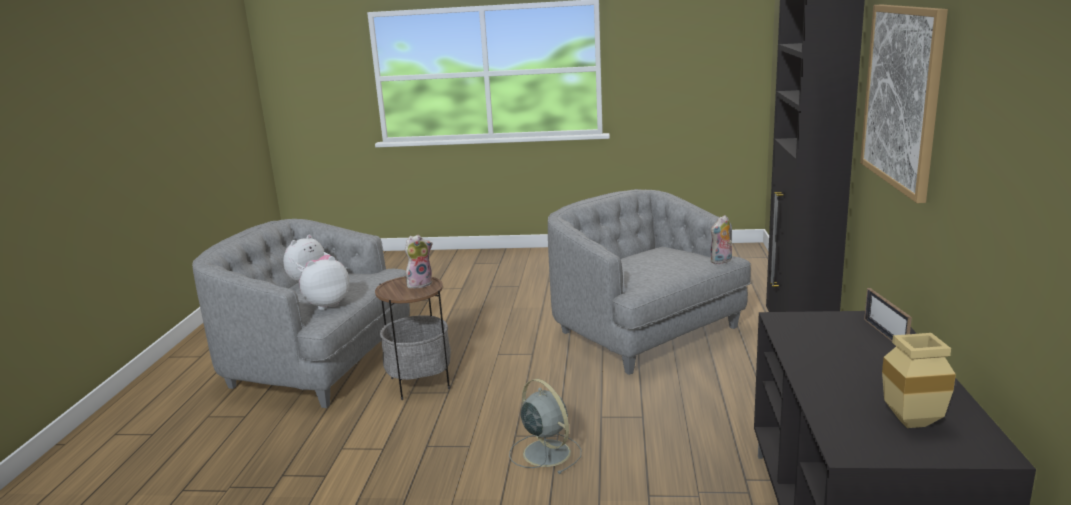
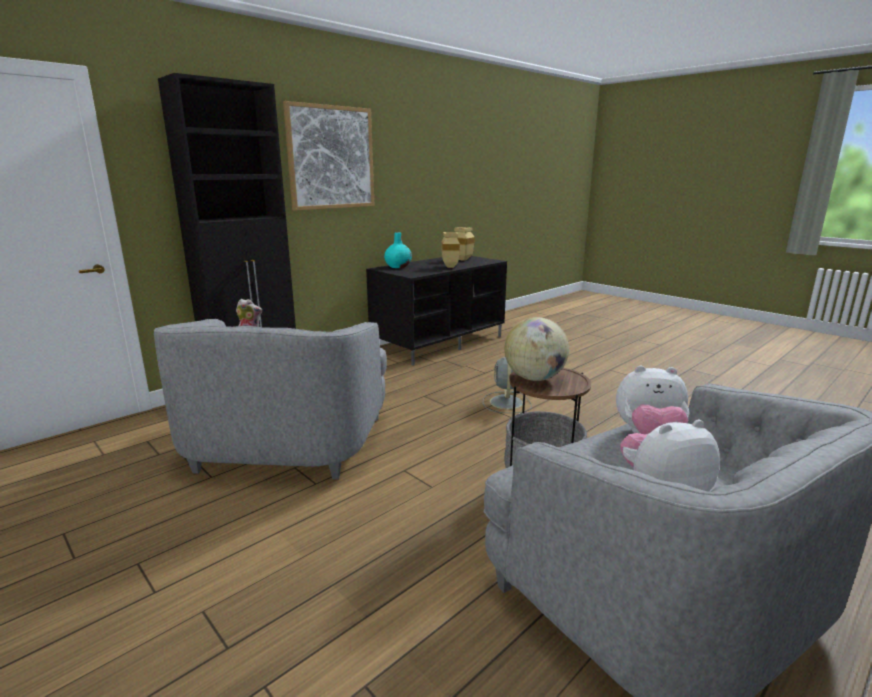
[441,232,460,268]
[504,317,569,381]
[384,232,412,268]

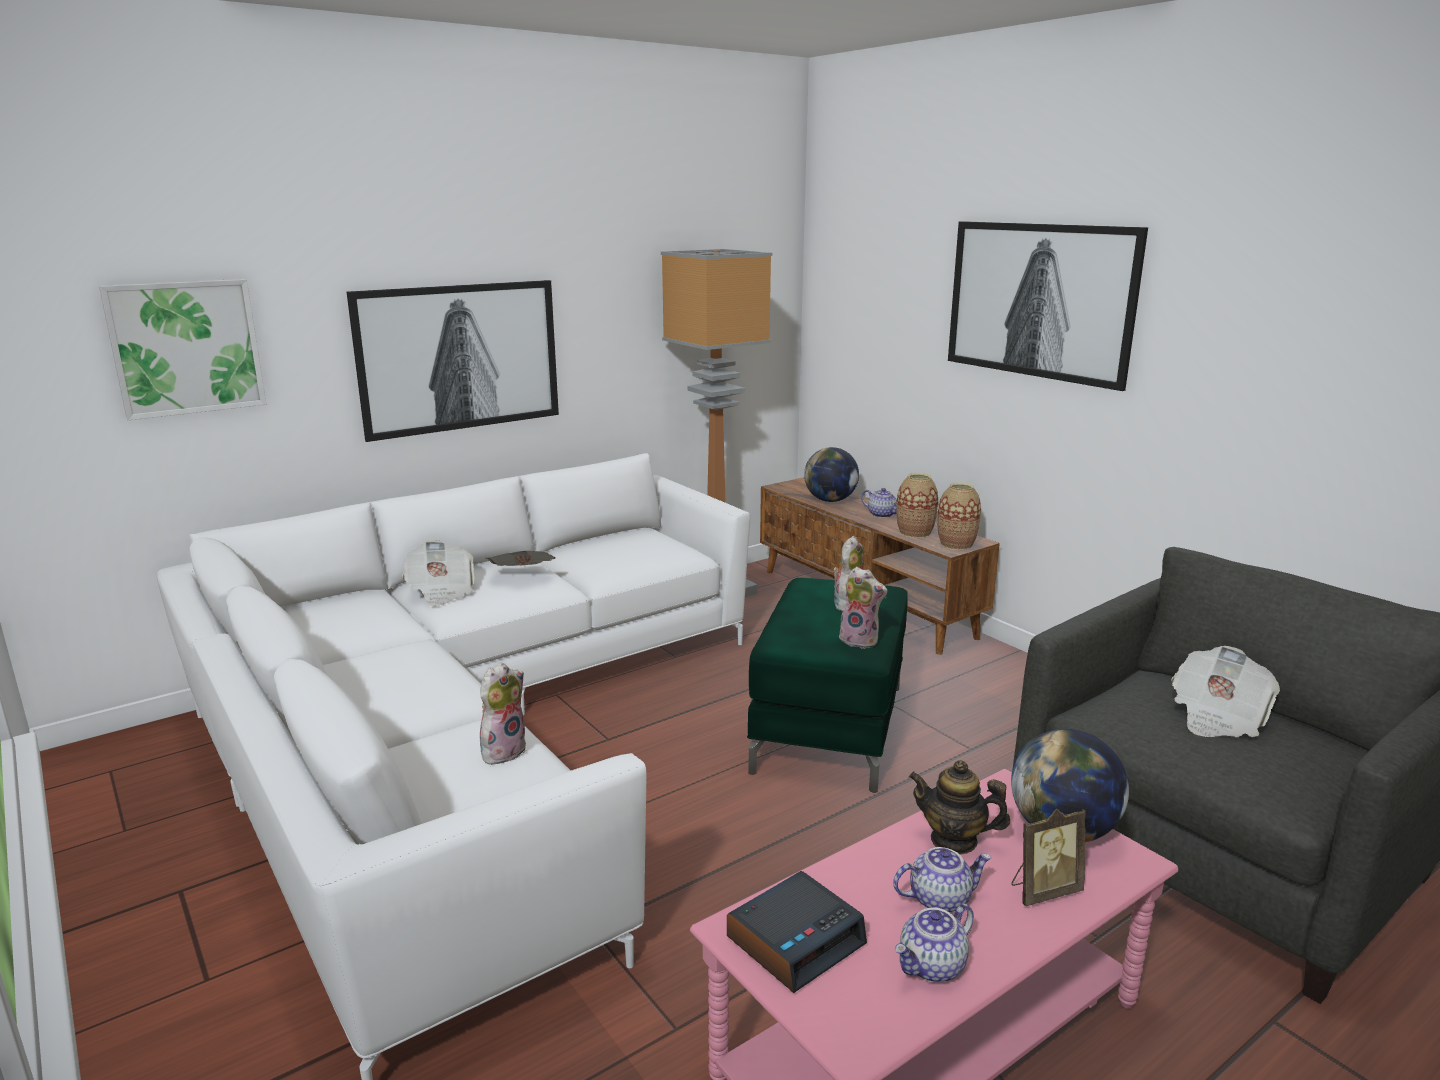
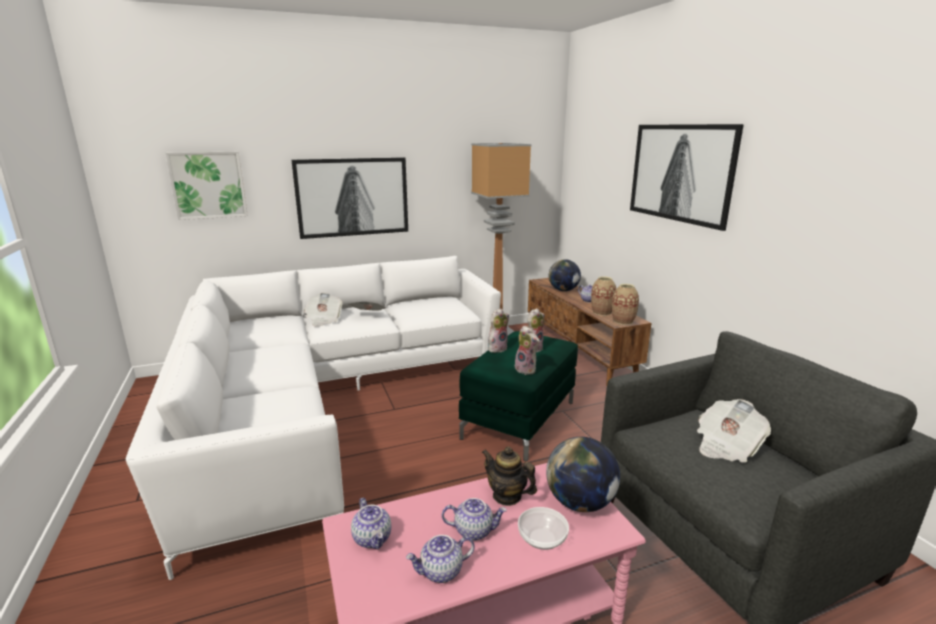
[488,308,509,353]
[351,498,391,549]
[518,507,569,550]

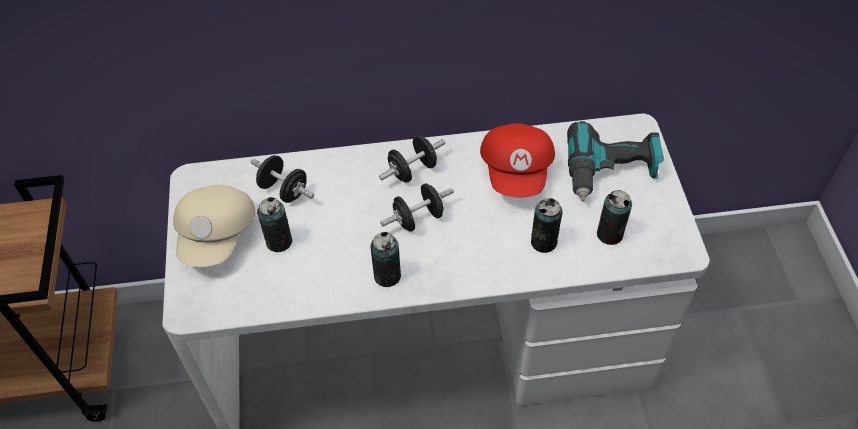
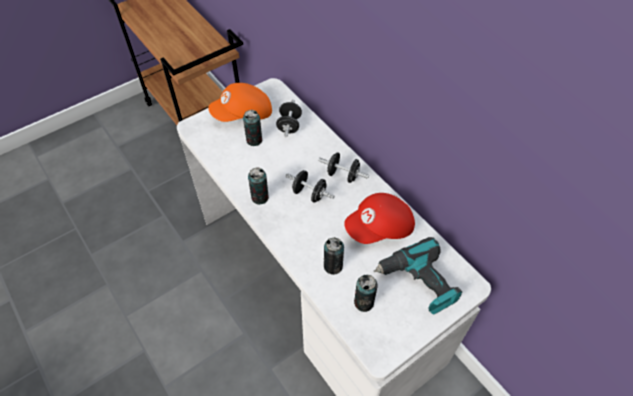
[208,83,272,122]

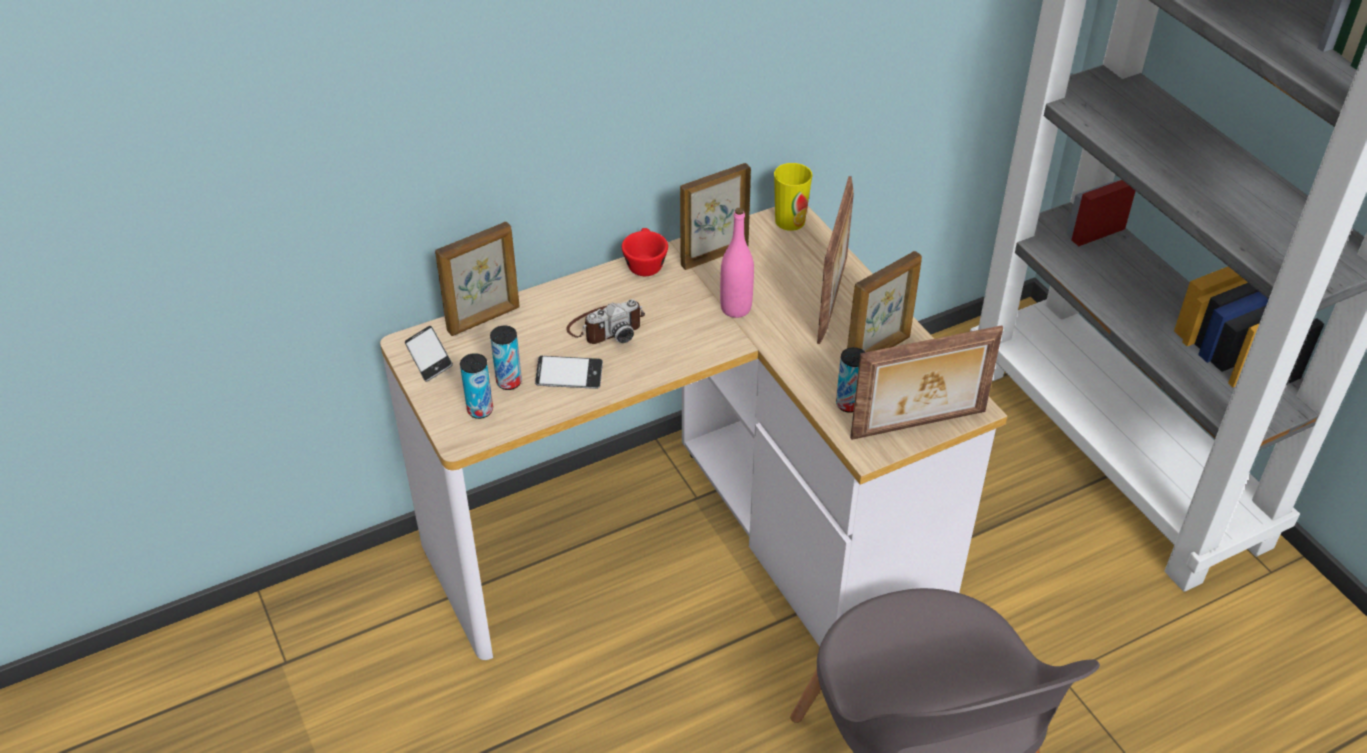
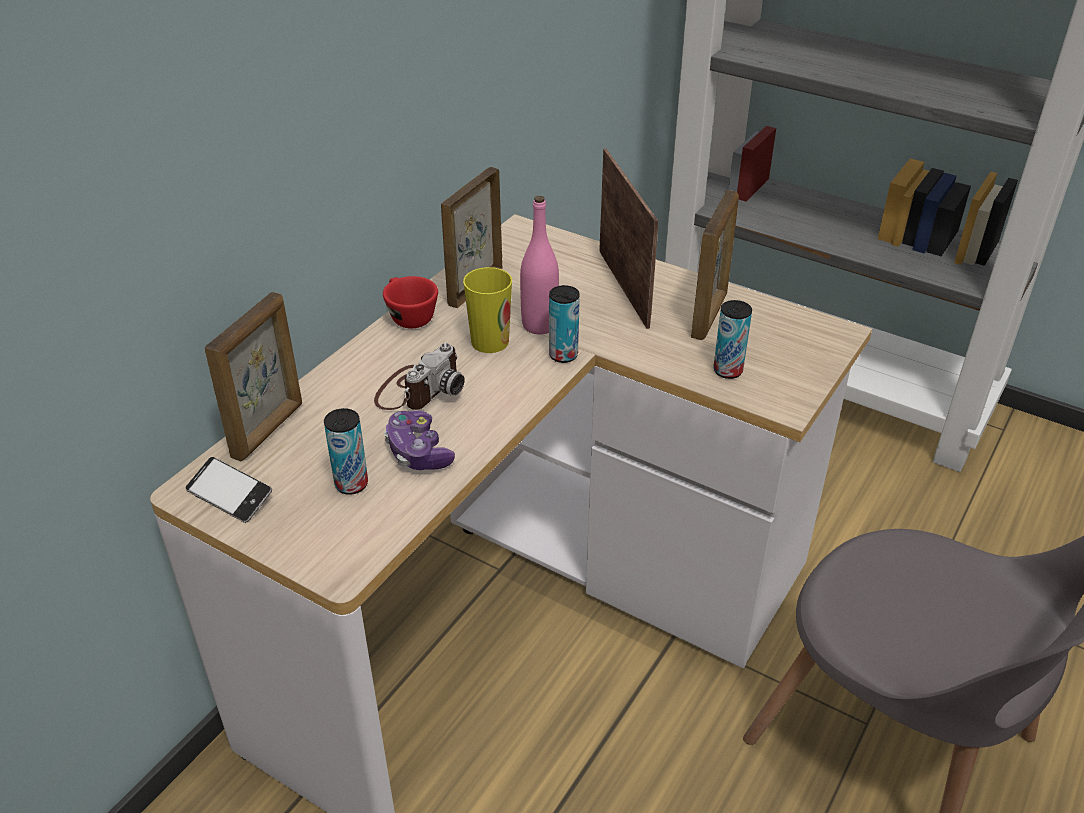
[850,325,1003,440] (first image)
[549,285,580,363]
[463,267,512,353]
[384,410,455,470]

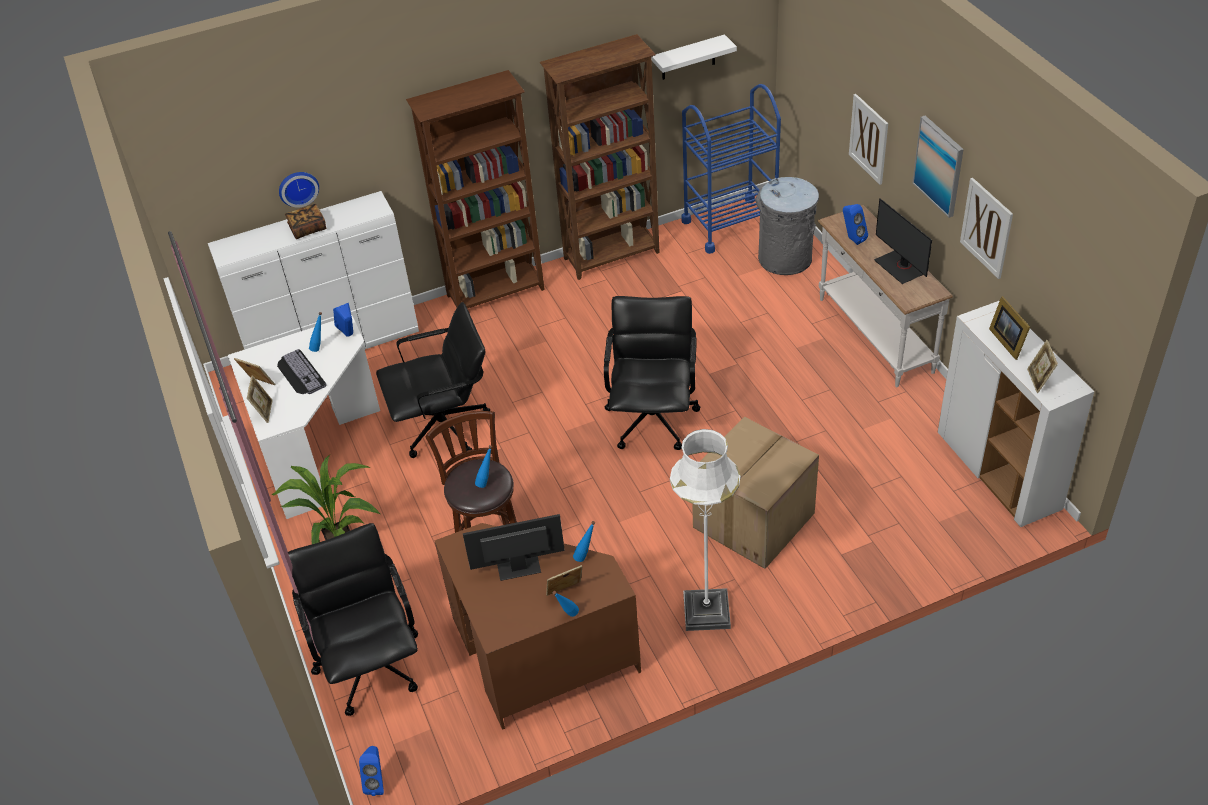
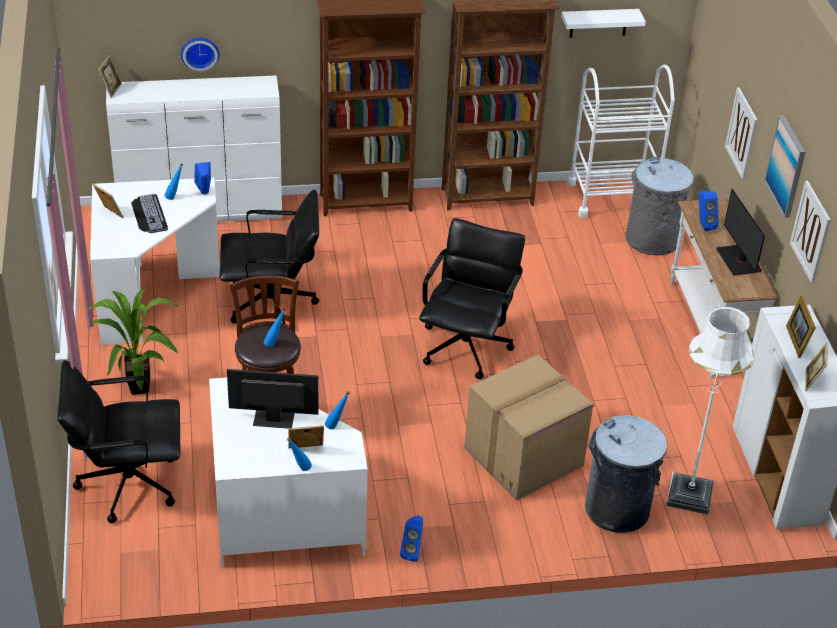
[285,204,327,239] (first image)
[585,415,667,533]
[98,55,122,98]
[400,516,423,562]
[666,306,754,515]
[209,378,368,568]
[567,64,675,218]
[58,360,181,523]

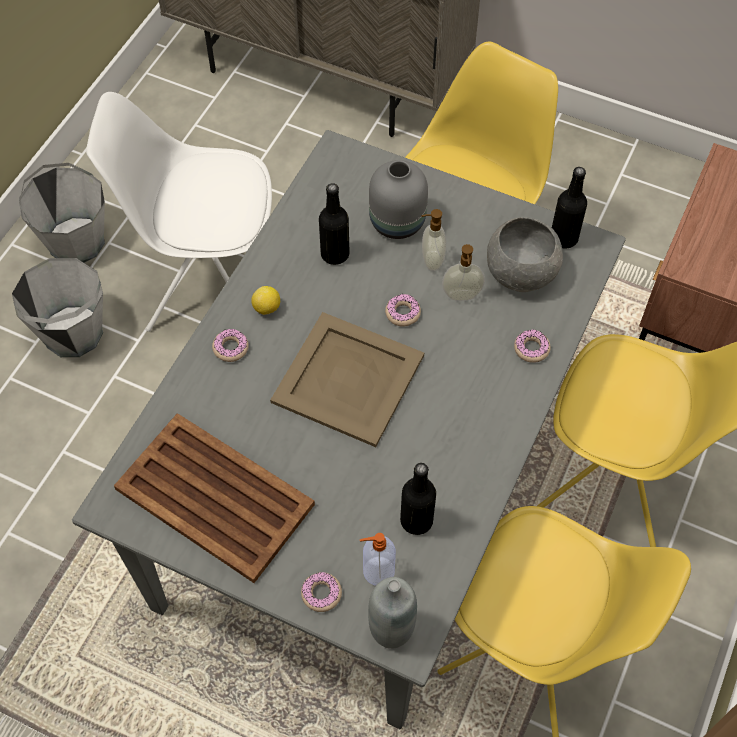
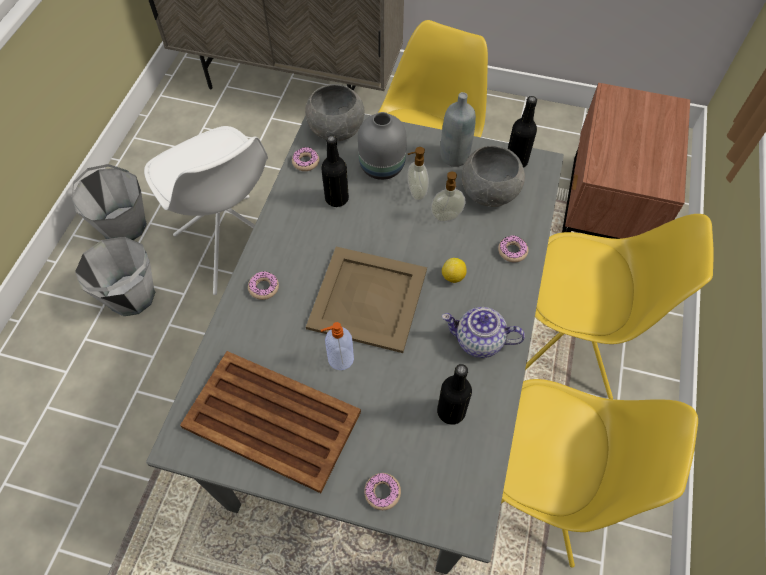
[305,84,364,141]
[442,307,525,358]
[442,258,467,283]
[321,322,354,370]
[440,92,476,167]
[292,147,319,171]
[144,126,268,295]

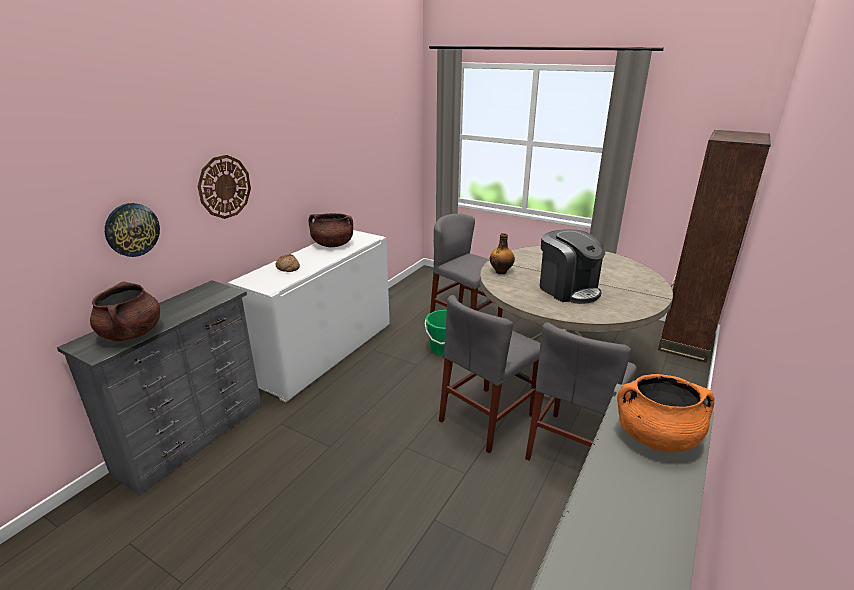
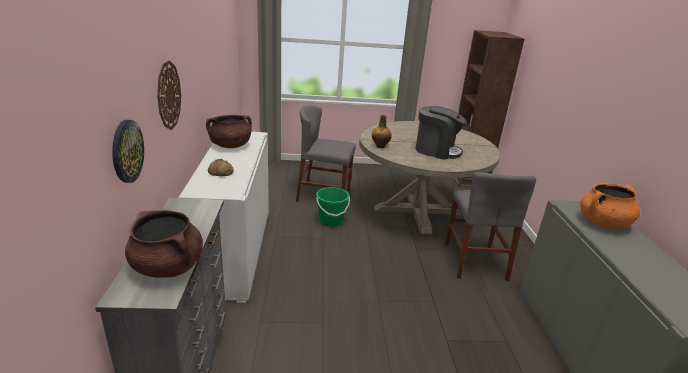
[439,295,540,453] (first image)

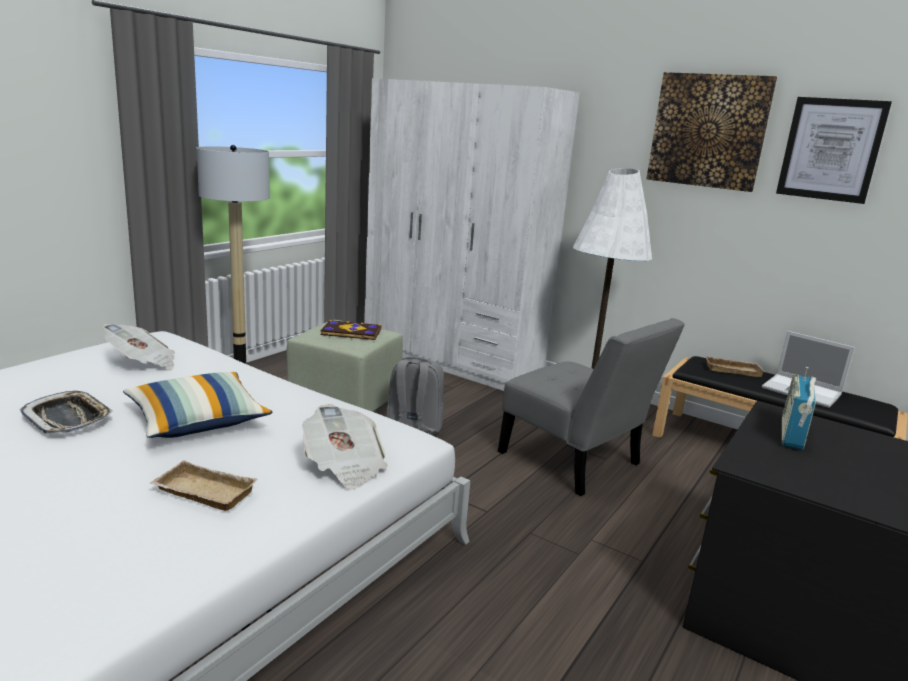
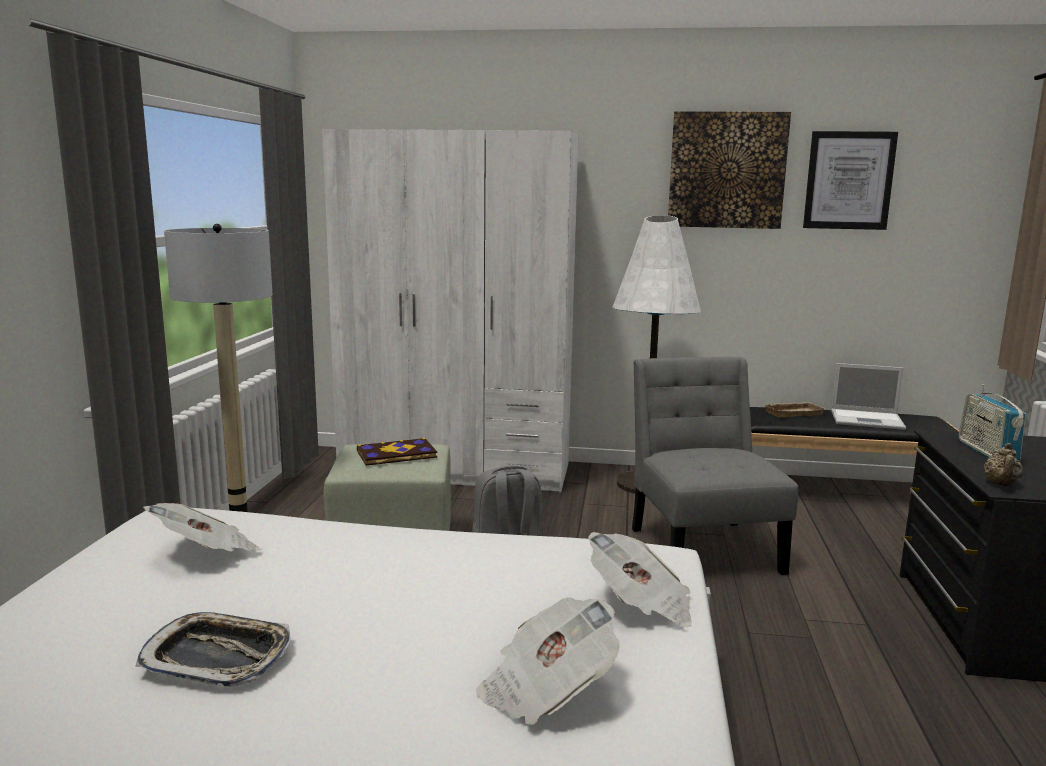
[123,372,273,438] (first image)
[984,443,1023,486]
[476,597,620,725]
[632,357,798,575]

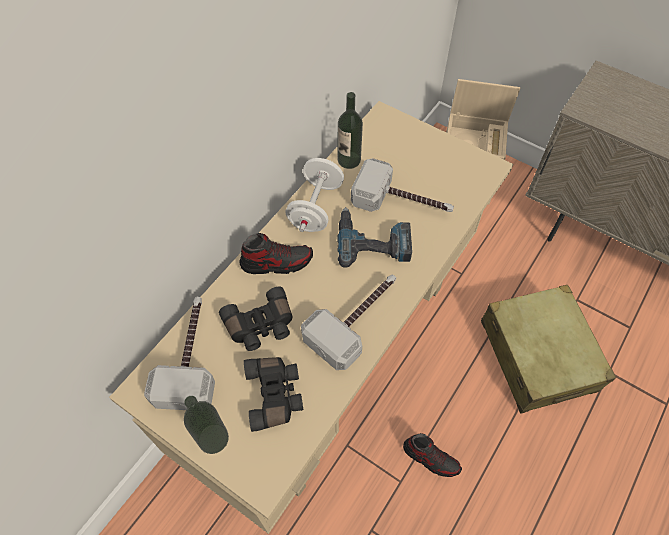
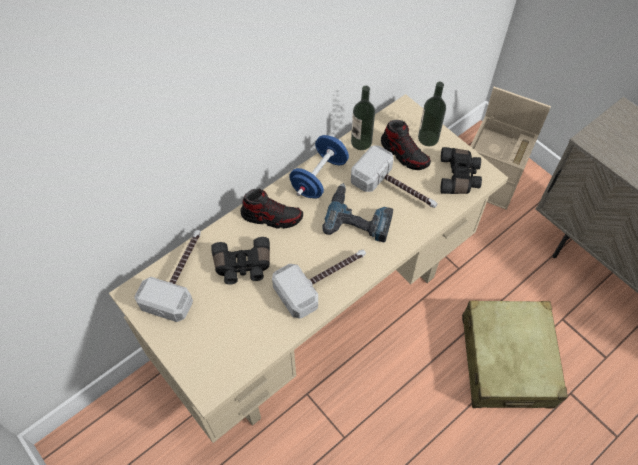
[418,82,446,146]
[440,147,482,194]
[381,120,431,170]
[289,135,349,199]

